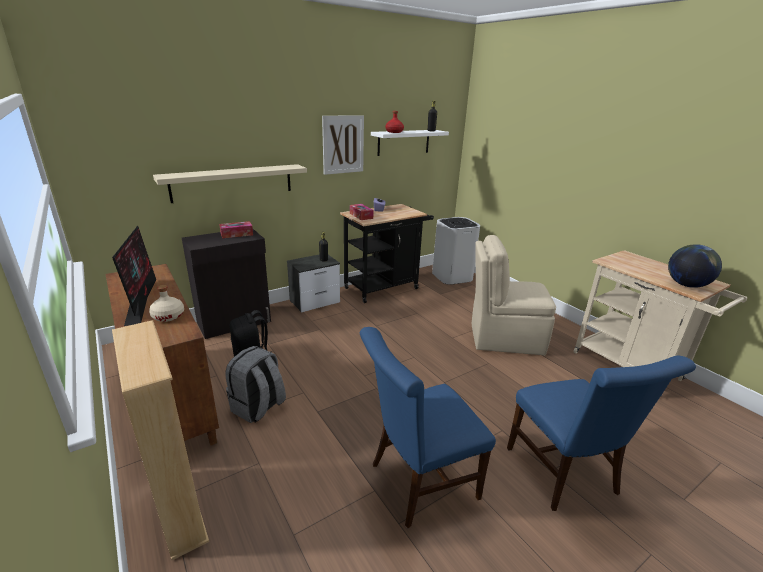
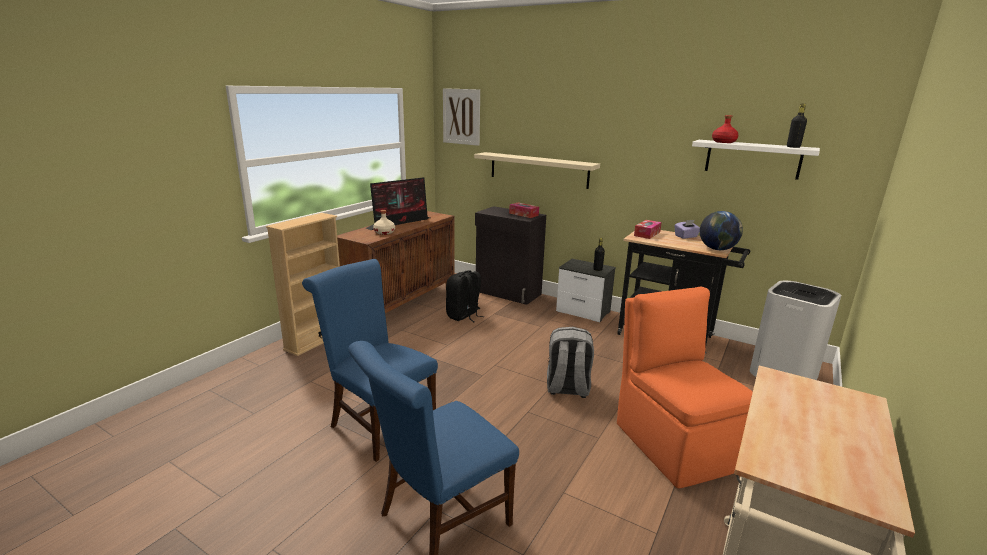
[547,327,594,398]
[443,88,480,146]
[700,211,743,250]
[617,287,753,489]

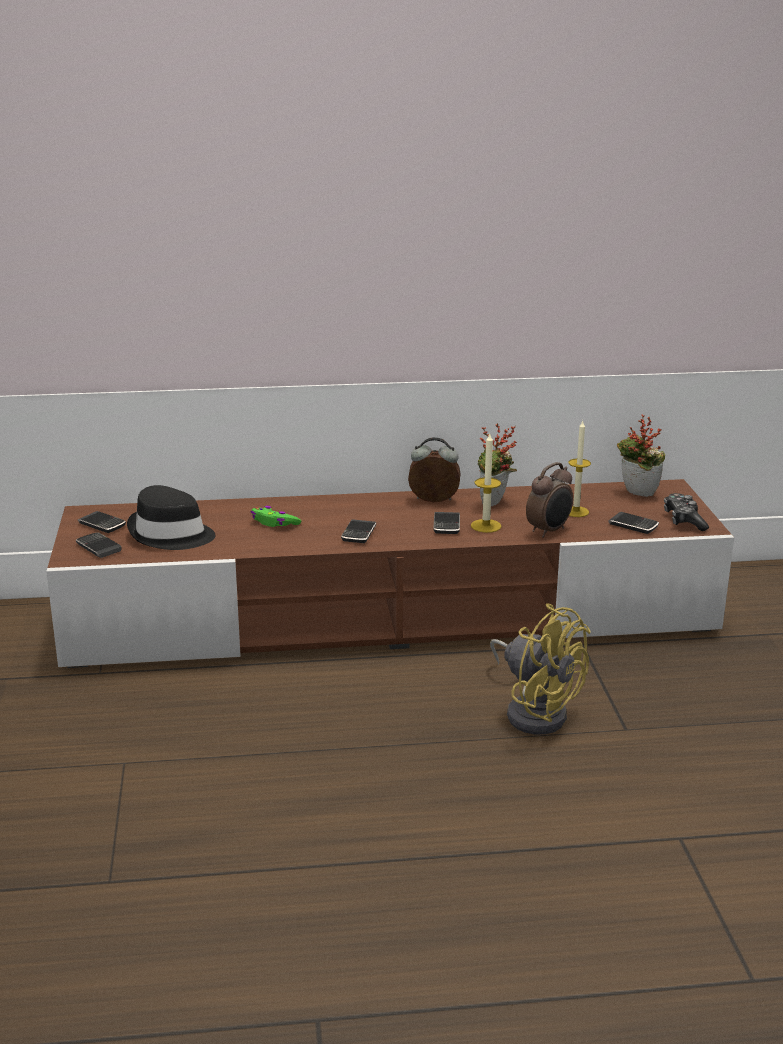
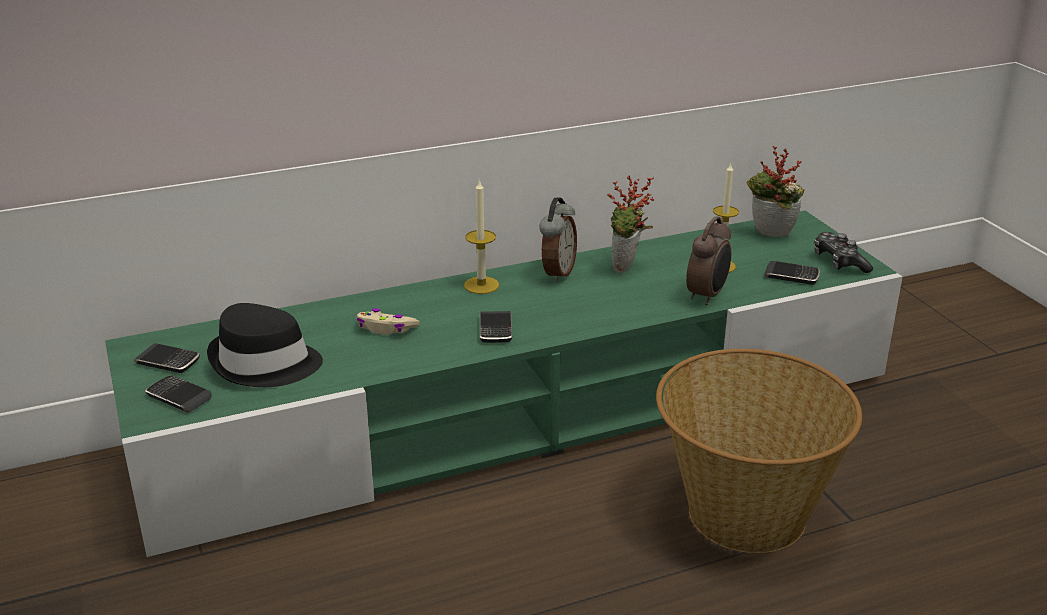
[434,512,460,534] (first image)
[464,179,499,294]
[656,349,862,553]
[105,211,903,557]
[356,308,420,335]
[539,197,577,282]

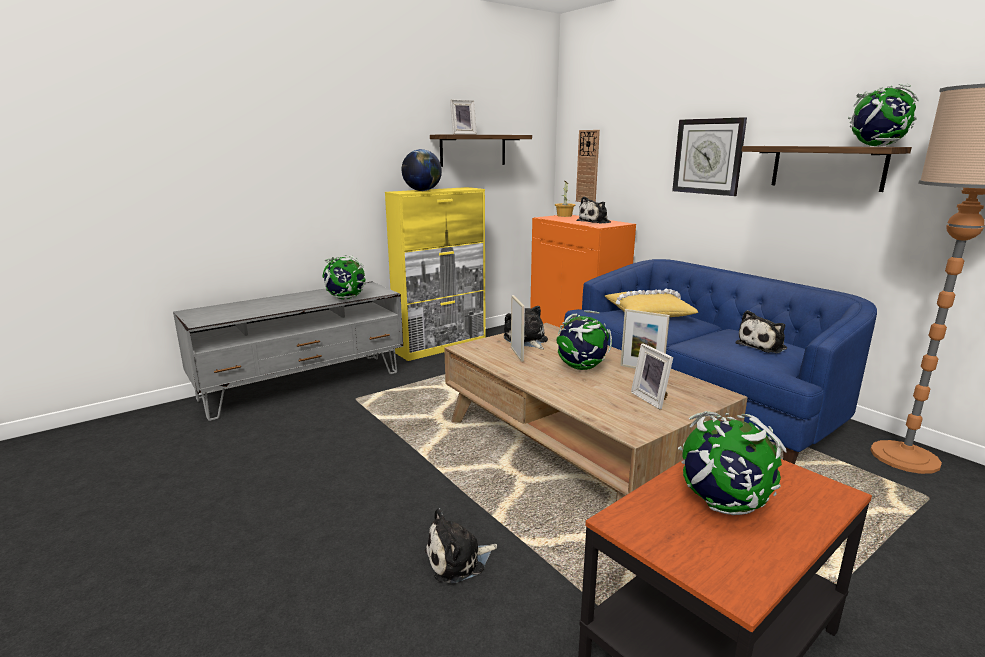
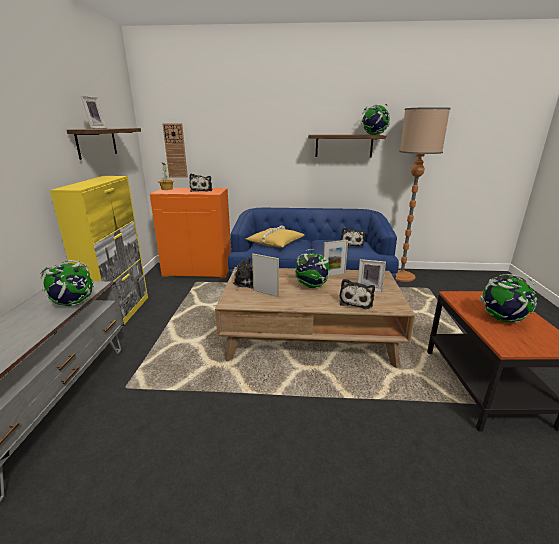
[402,149,442,191] (first image)
[672,117,747,196] (first image)
[340,279,375,309]

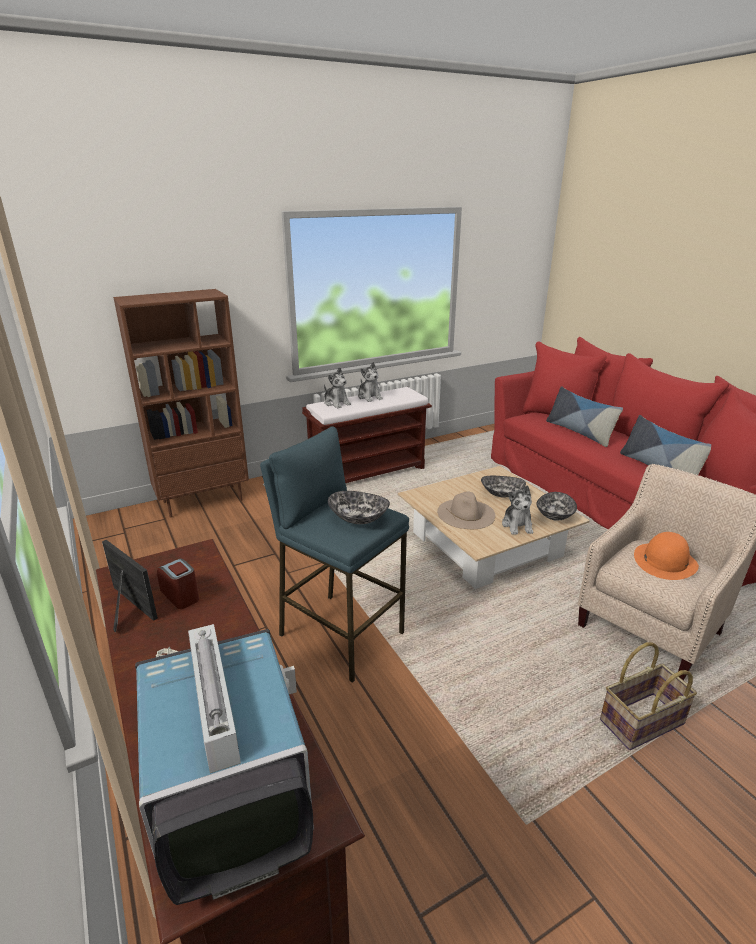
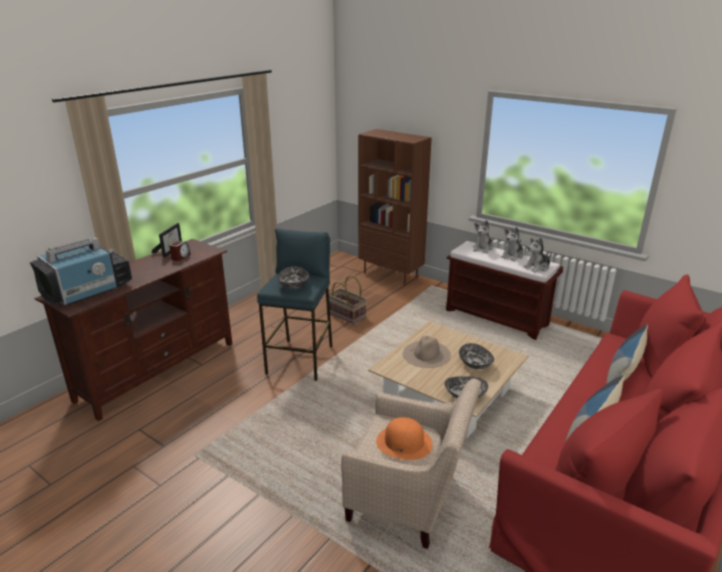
[524,238,552,273]
[329,275,367,324]

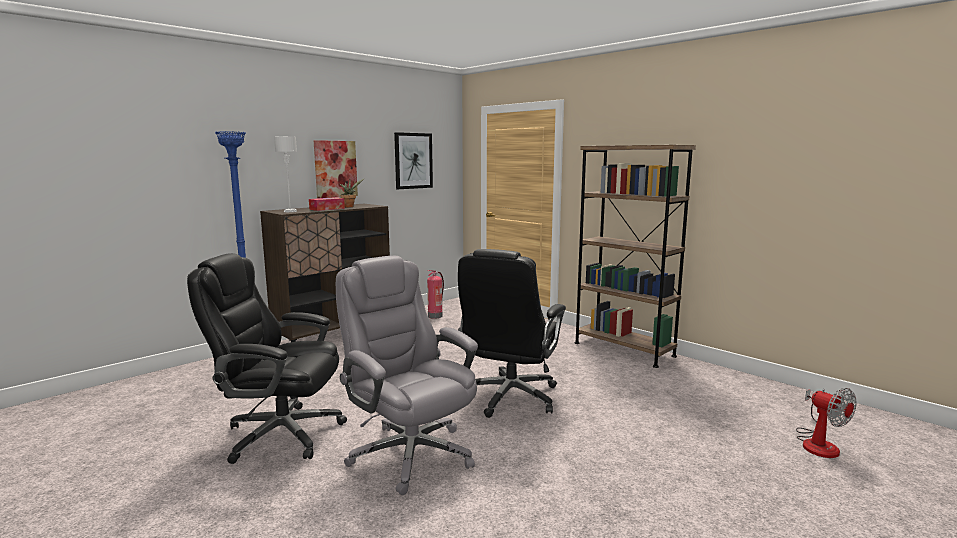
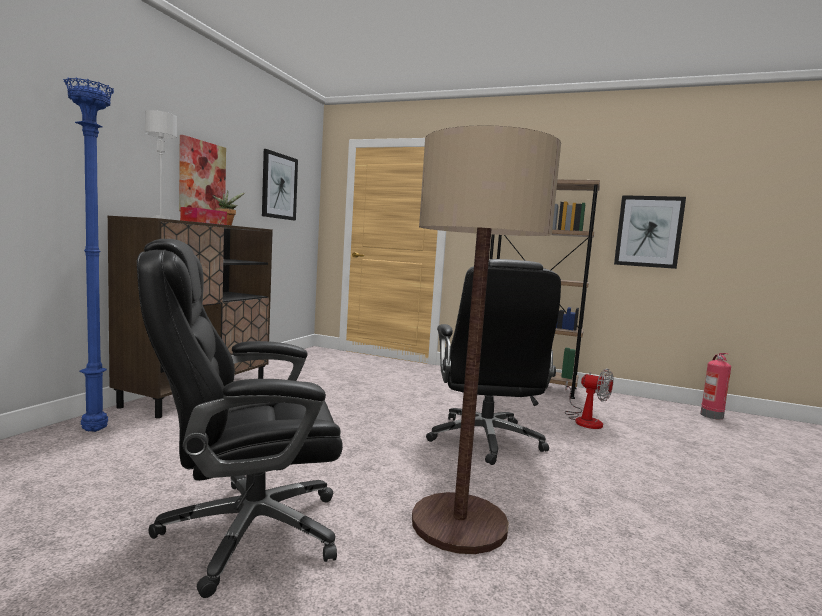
[614,195,686,269]
[700,353,731,420]
[565,368,614,429]
[412,125,561,554]

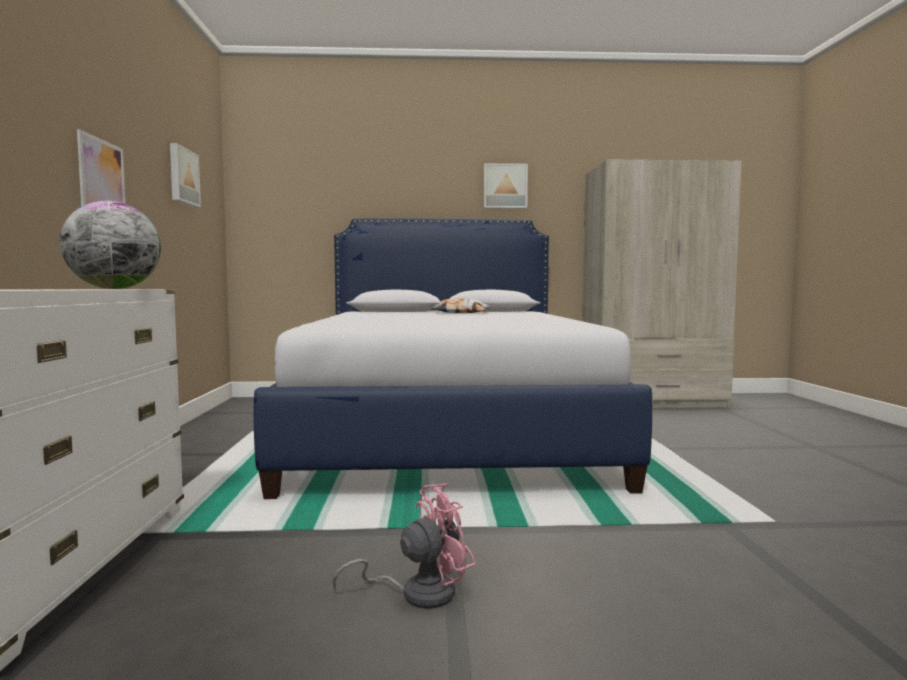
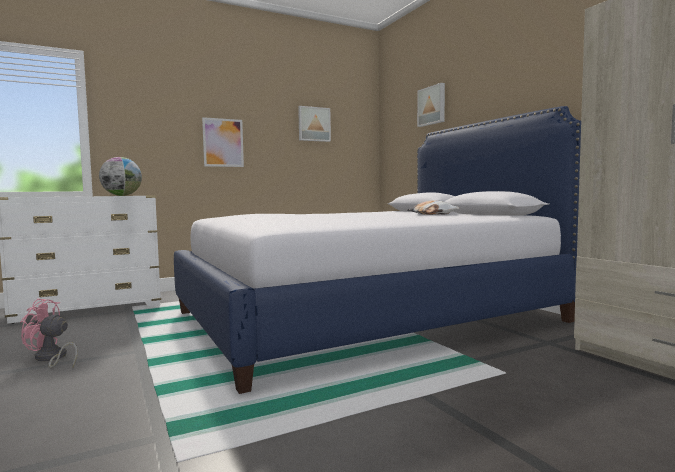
[417,83,445,127]
[20,299,78,368]

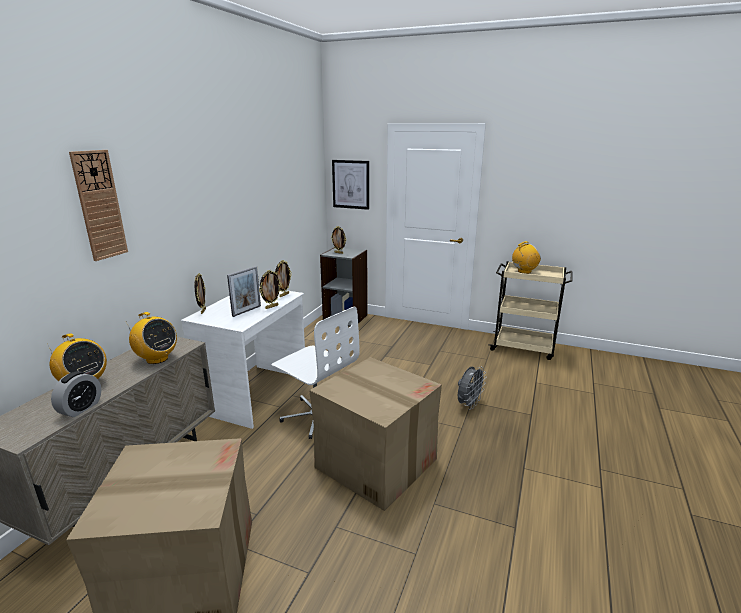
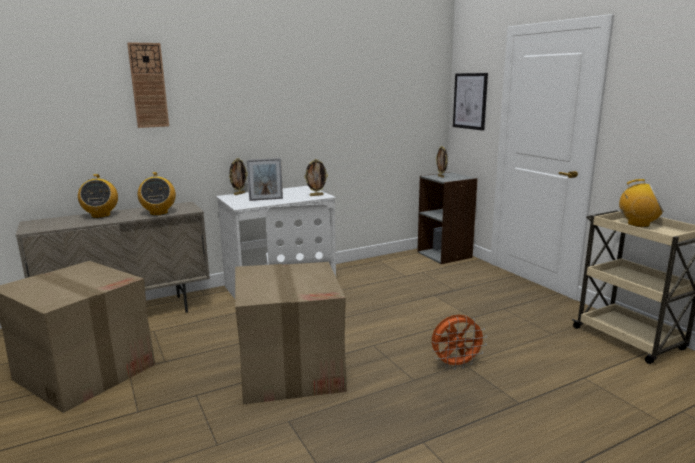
[51,371,101,417] (first image)
[259,270,282,309] (first image)
[432,315,487,369]

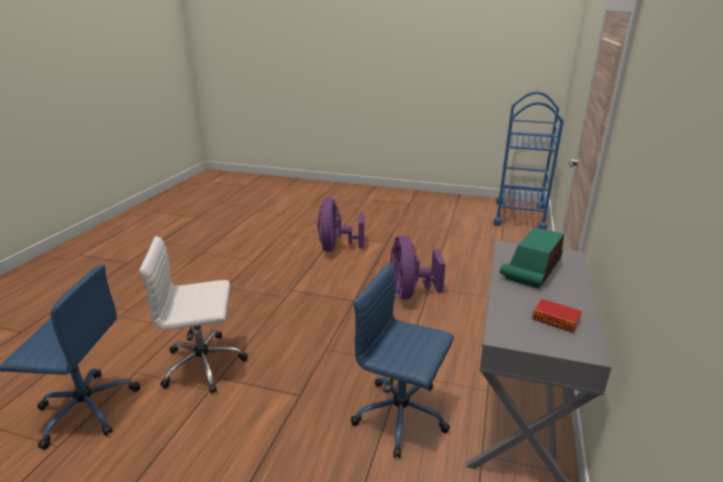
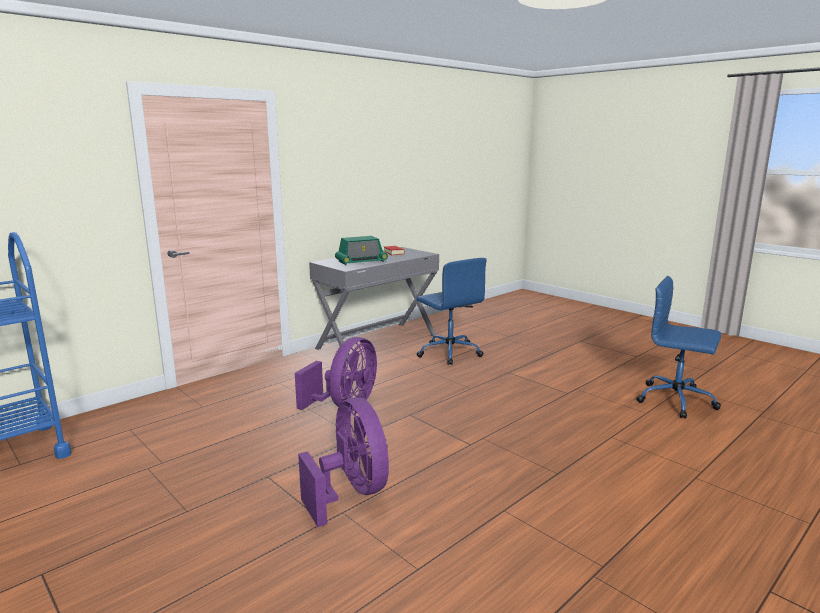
[139,236,248,394] (first image)
[298,397,389,527]

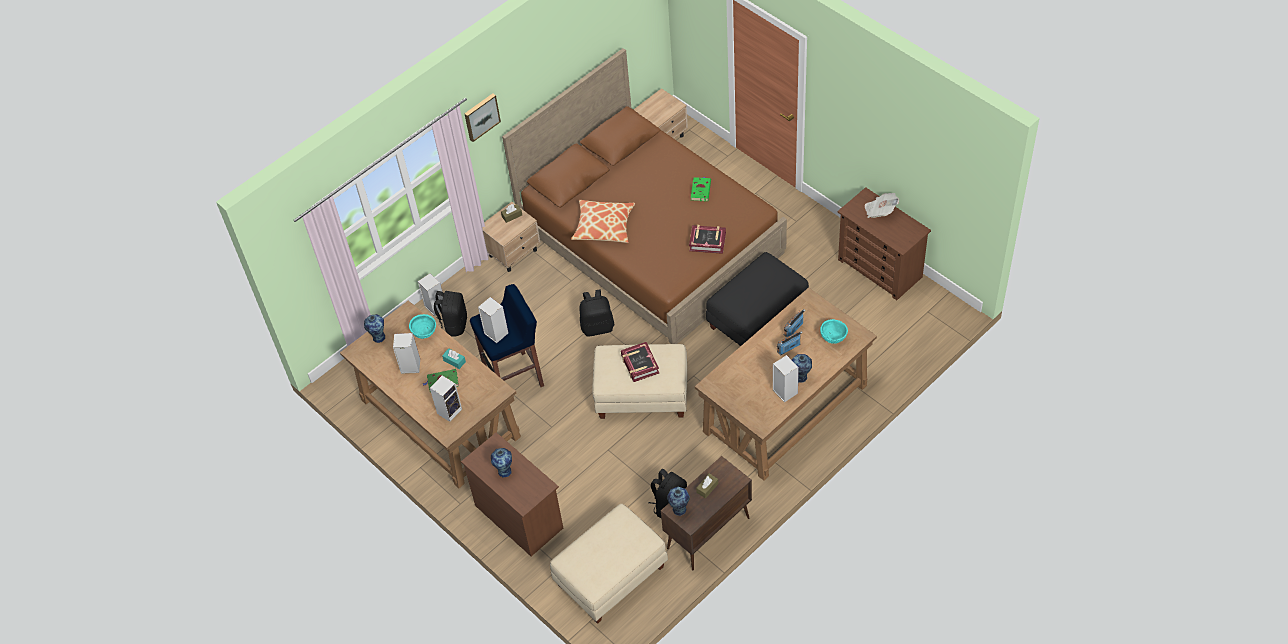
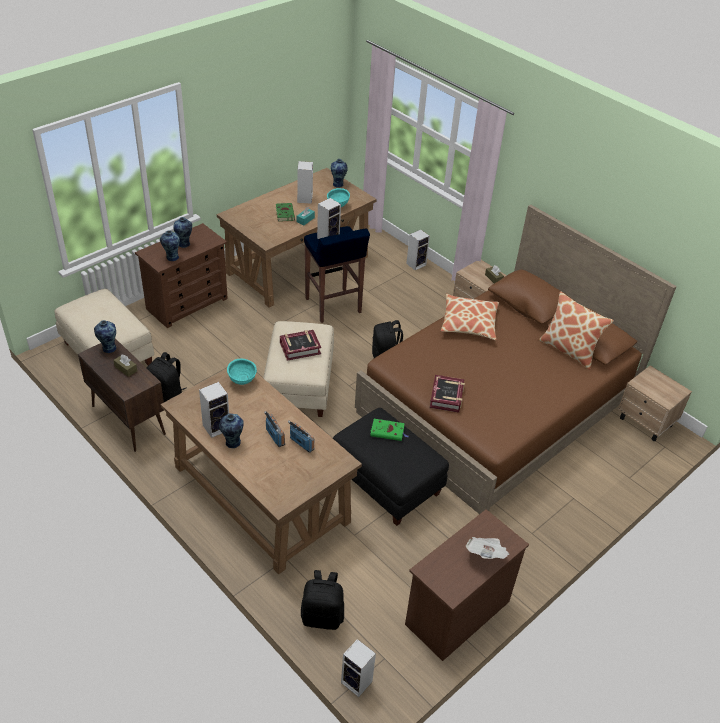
[464,93,501,142] (first image)
[160,230,180,261]
[539,291,614,370]
[341,639,376,697]
[301,570,344,630]
[370,419,409,441]
[227,359,257,385]

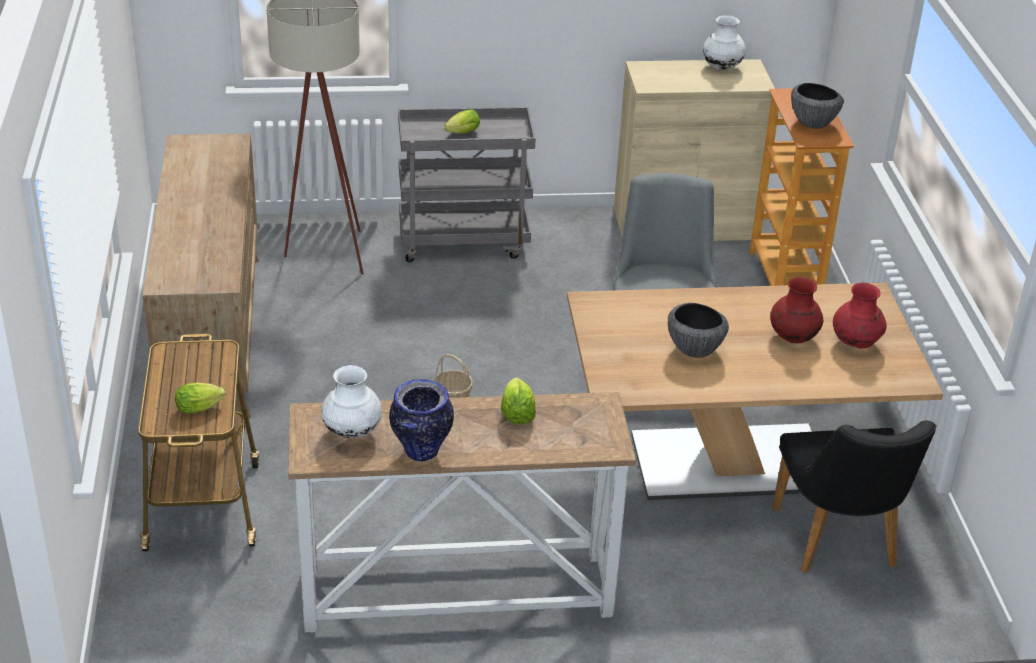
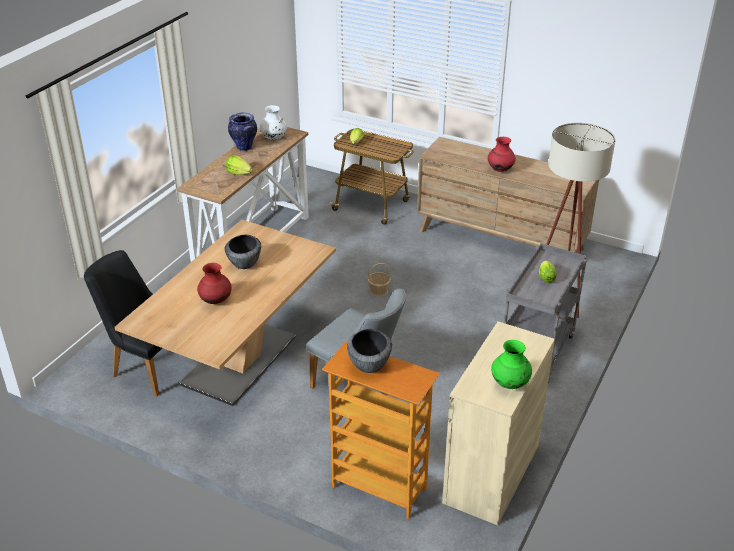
[488,137,516,172]
[491,340,532,389]

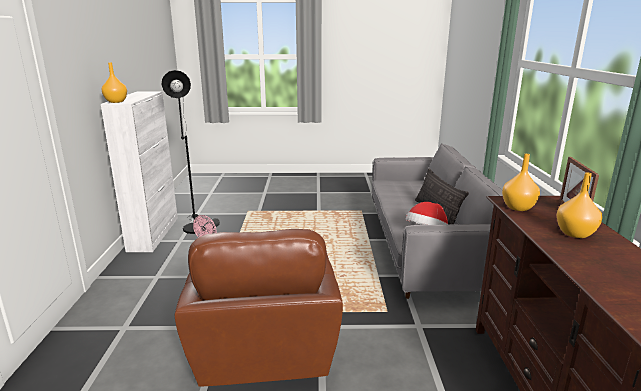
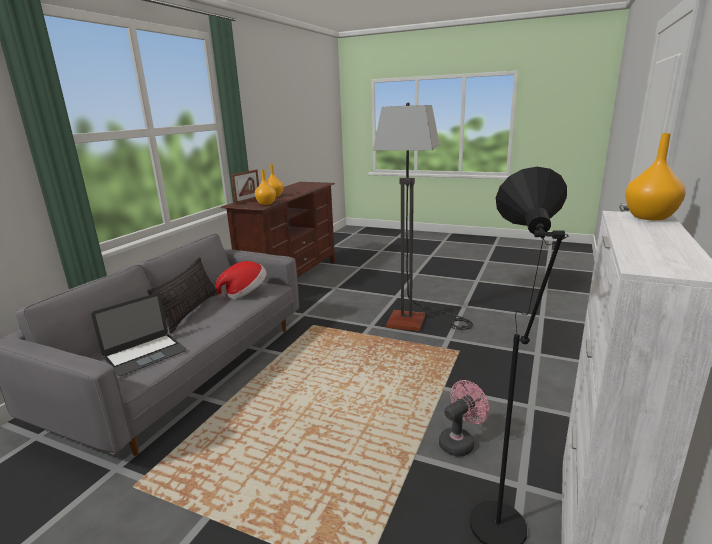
[91,293,187,376]
[373,103,473,331]

